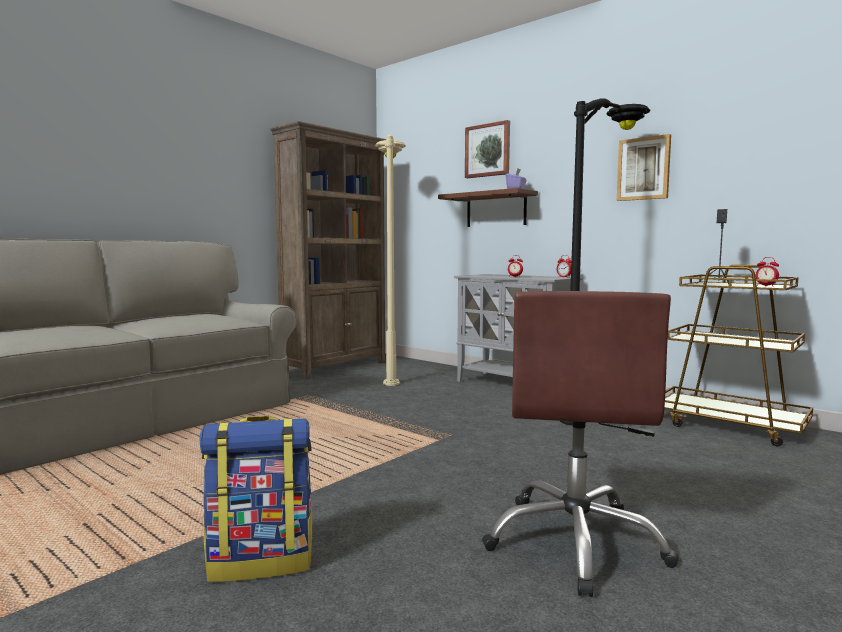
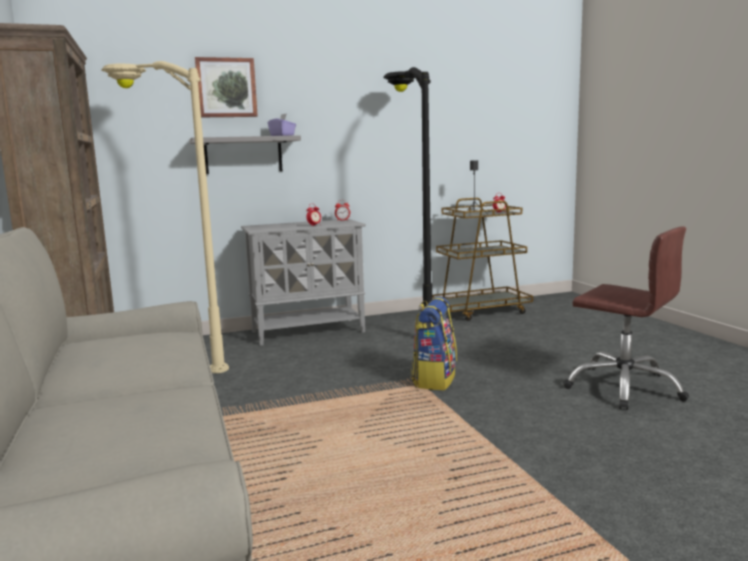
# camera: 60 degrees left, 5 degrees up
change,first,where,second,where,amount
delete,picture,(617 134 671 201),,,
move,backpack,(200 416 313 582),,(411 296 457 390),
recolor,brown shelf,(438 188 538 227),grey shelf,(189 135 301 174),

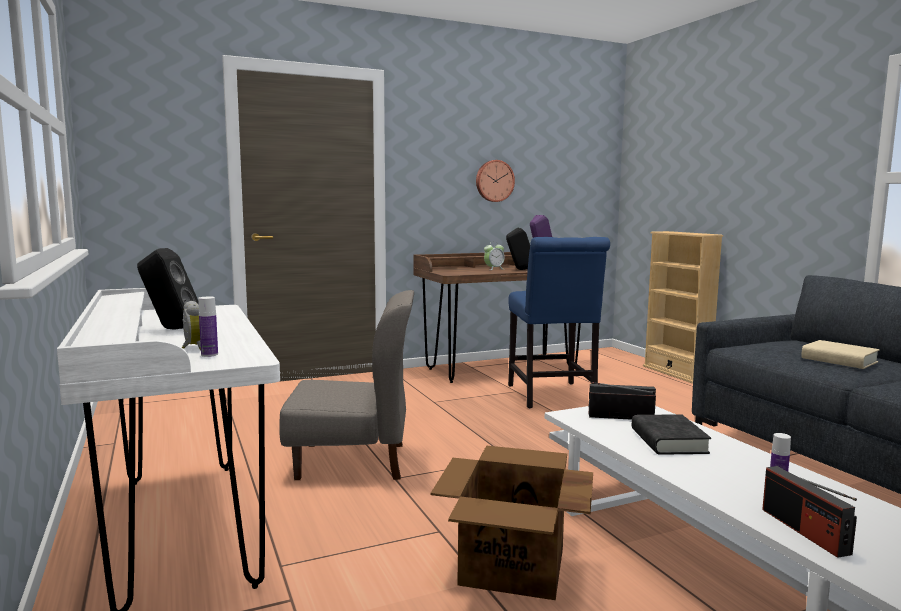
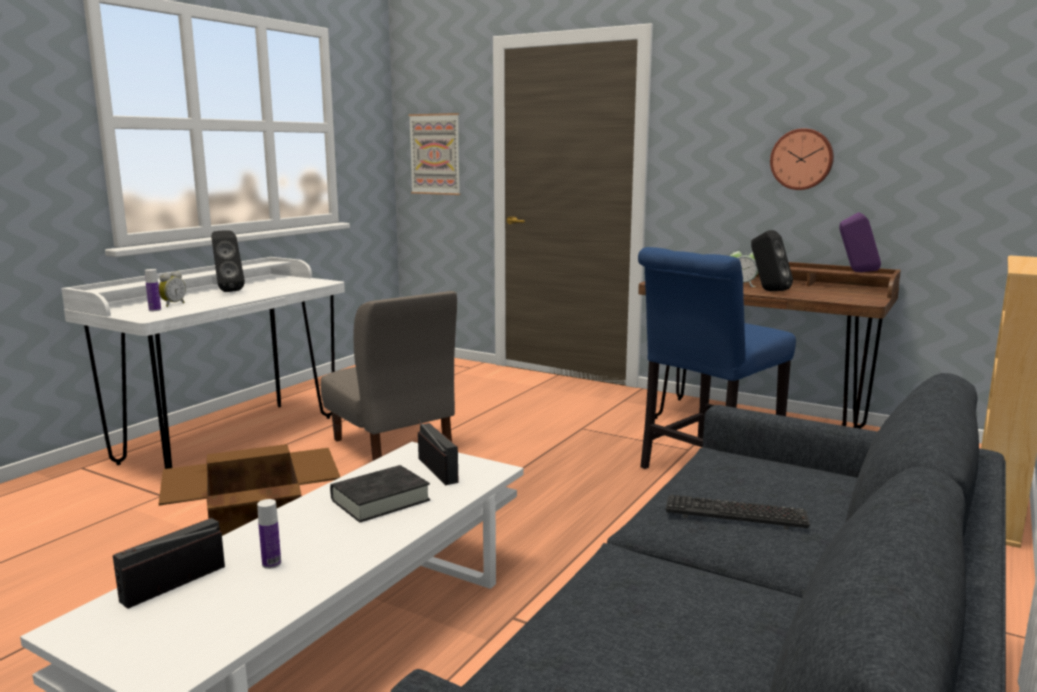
# camera: 55 degrees right, 5 degrees up
change,first,where,second,where,amount
insert,,,picture,(408 113 461 195),
replace,beige book,(801 340 880 369),keyboard,(666 495 810 530),

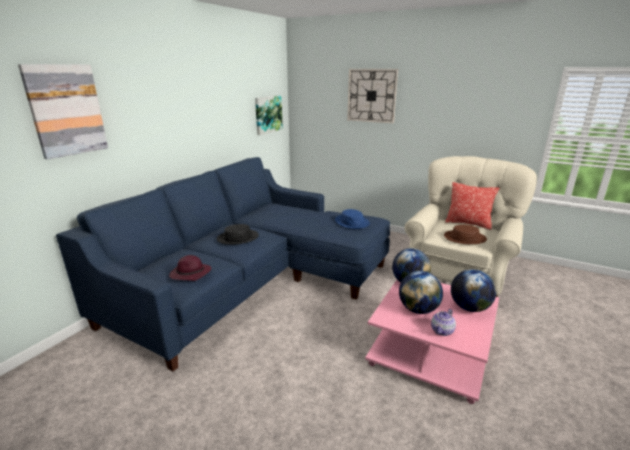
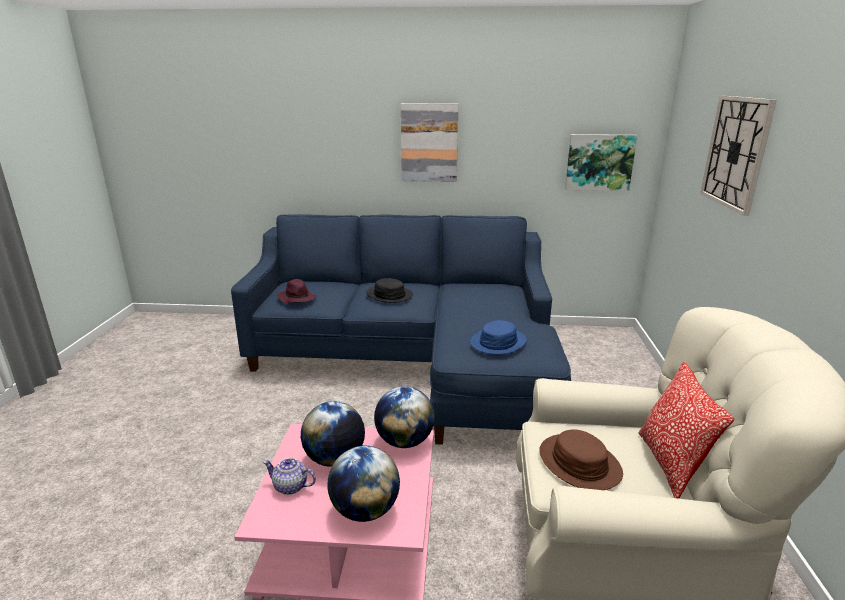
# camera: 65 degrees right, 0 degrees up
change,first,where,second,where,amount
move,picture,(18 64 108 159),,(401 103 459 182),

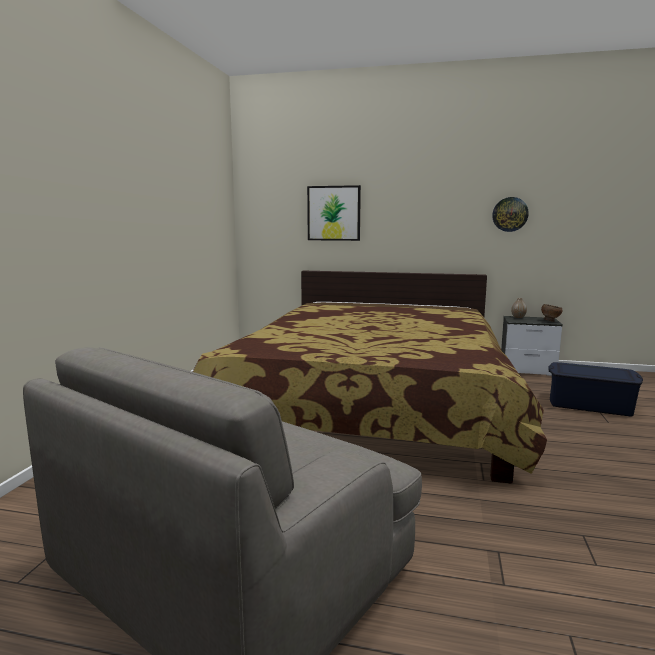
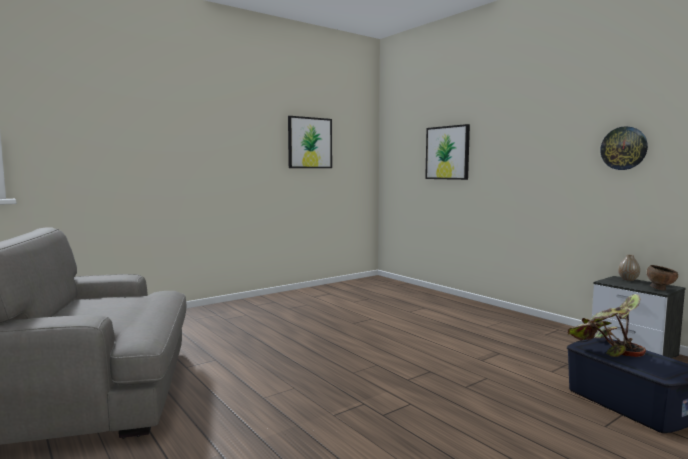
# camera: 40 degrees right, 5 degrees down
change,first,where,second,where,amount
delete,bed,(193 271 547 483),,,
insert,,,picture,(288 116 332 168),
insert,,,potted plant,(567 294 646 357),

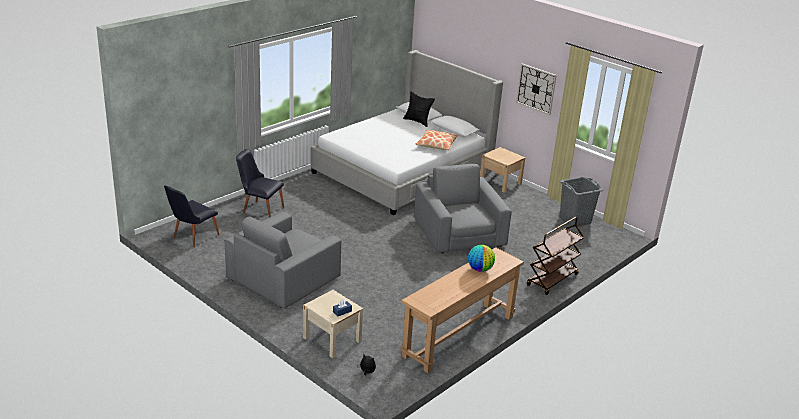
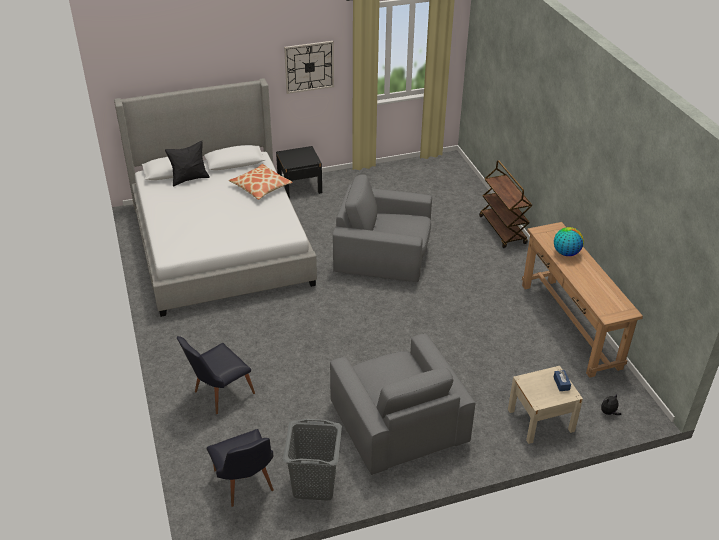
# camera: 60 degrees left, 10 degrees up
change,first,where,second,where,amount
move,grey laundry basket,(560 176 603 227),,(283 419 342 501),
recolor,beige nightstand,(480 147 525 193),black nightstand,(276 146 322 199),

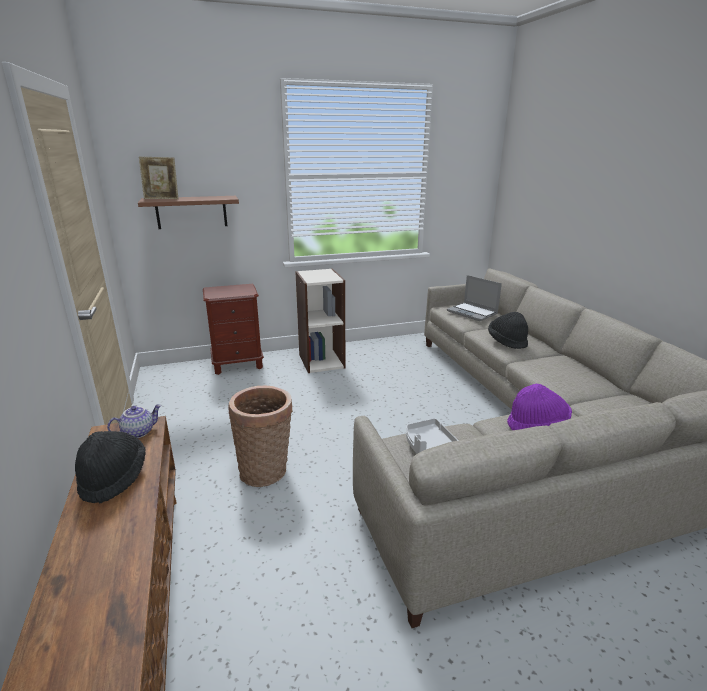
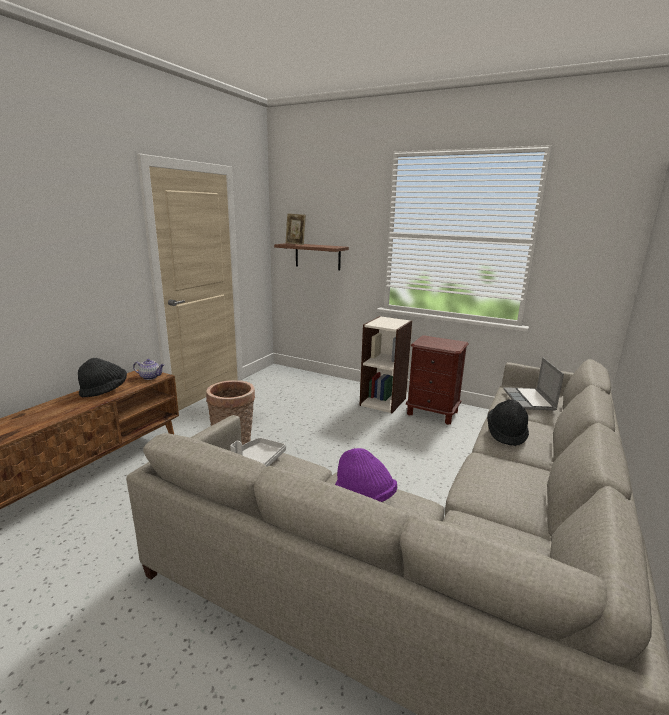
# camera: 45 degrees right, 5 degrees down
change,first,where,second,where,amount
move,brown nightstand,(203 284 264 375),,(406 335 469 425),

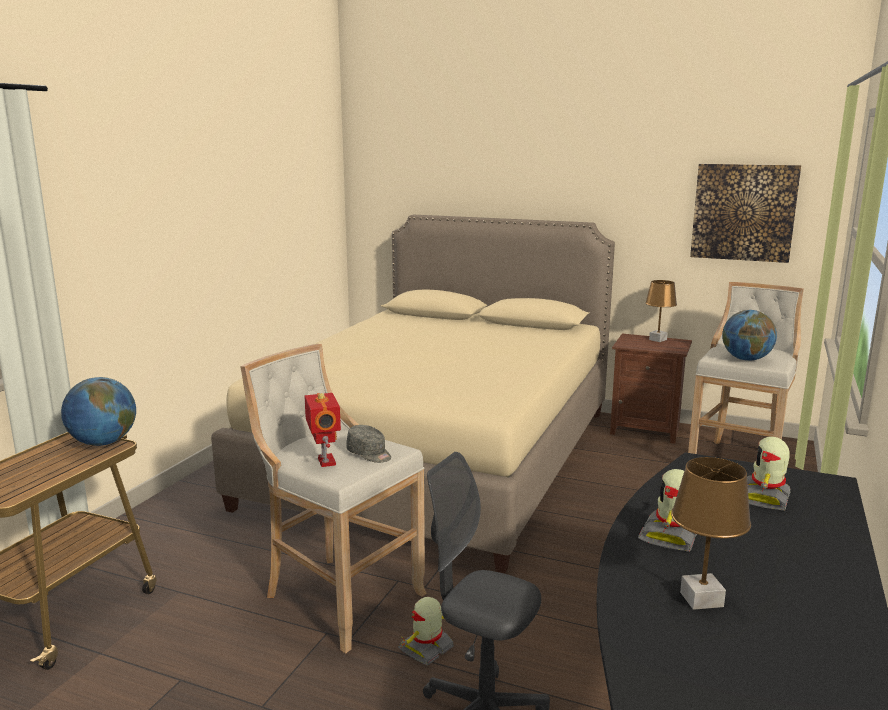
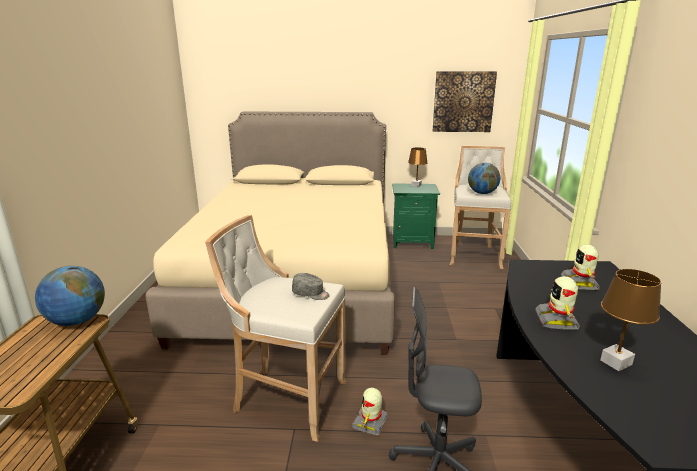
# camera: 20 degrees left, 5 degrees up
change,first,where,second,where,amount
delete,toy robot,(304 393 341 467),,,
recolor,brown nightstand,(610 334 692 444),green nightstand,(392 183 440 249),

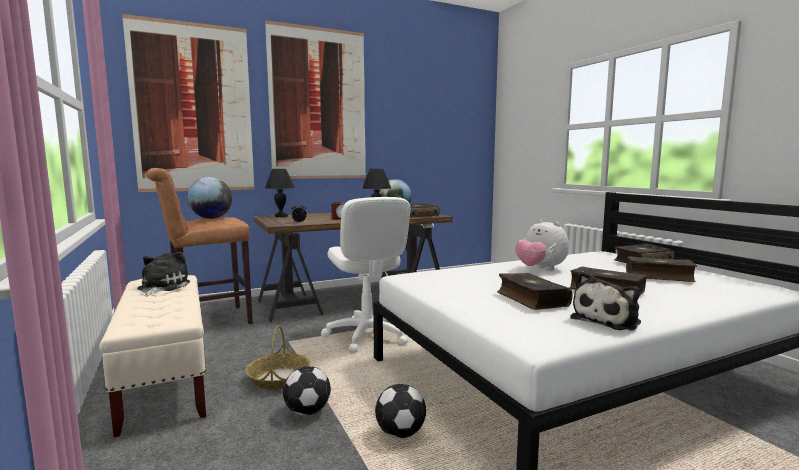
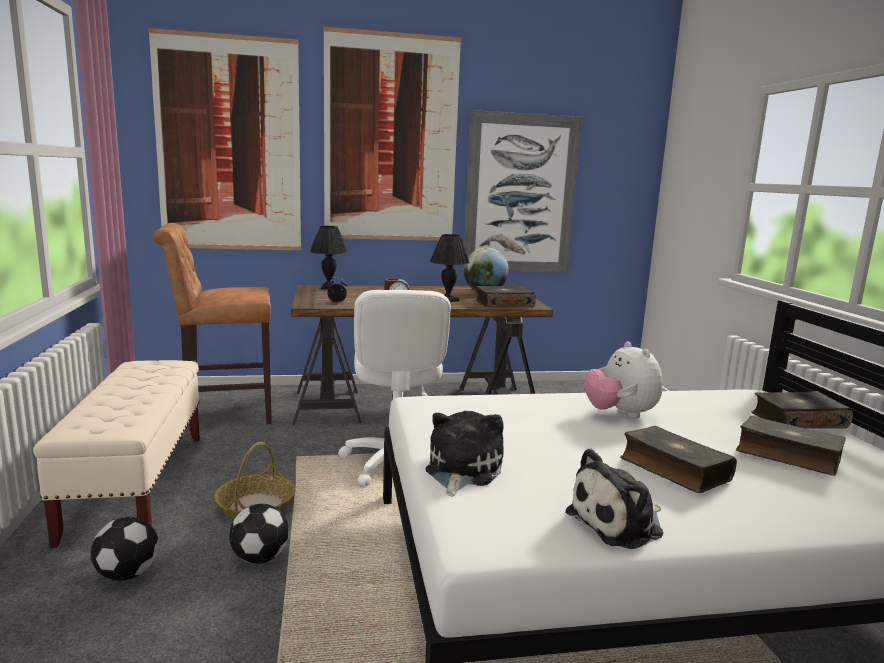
# camera: 15 degrees right, 5 degrees up
change,first,where,second,where,amount
delete,globe,(187 177 232 219),,,
delete,book,(497 273 573 310),,,
insert,,,picture,(463 110 582 273),
move,plush toy,(137 252 190 296),,(425 411 504 497),
move,football,(375 384 426 438),,(91 517 159 581),

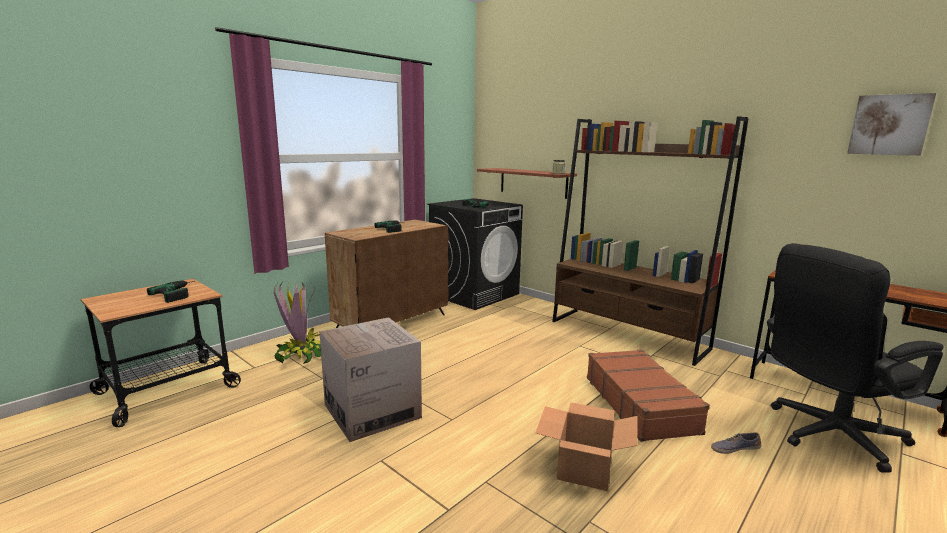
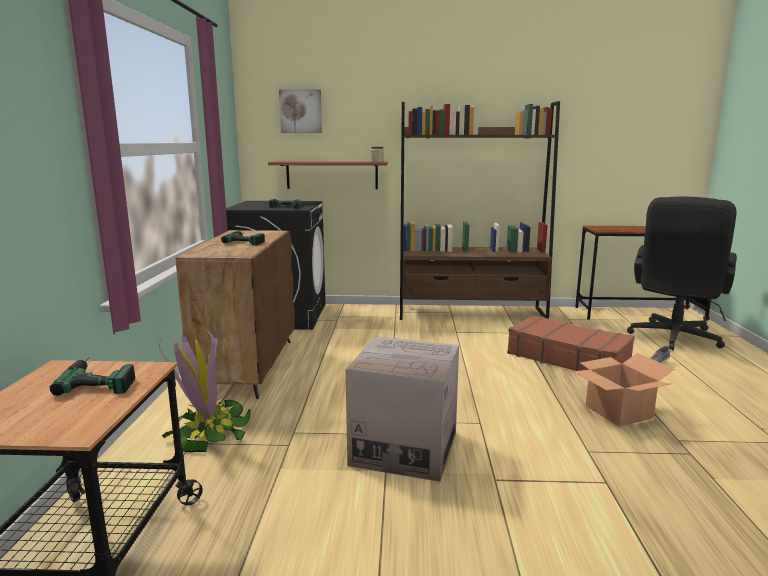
# camera: 40 degrees left, 0 degrees up
change,first,where,second,where,amount
move,picture,(847 93 936 156),,(279 89 322 133),

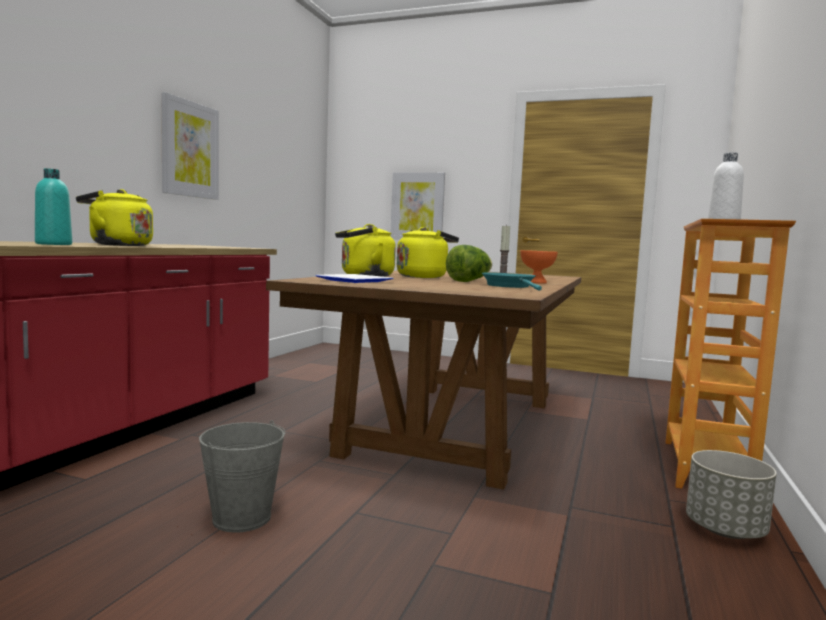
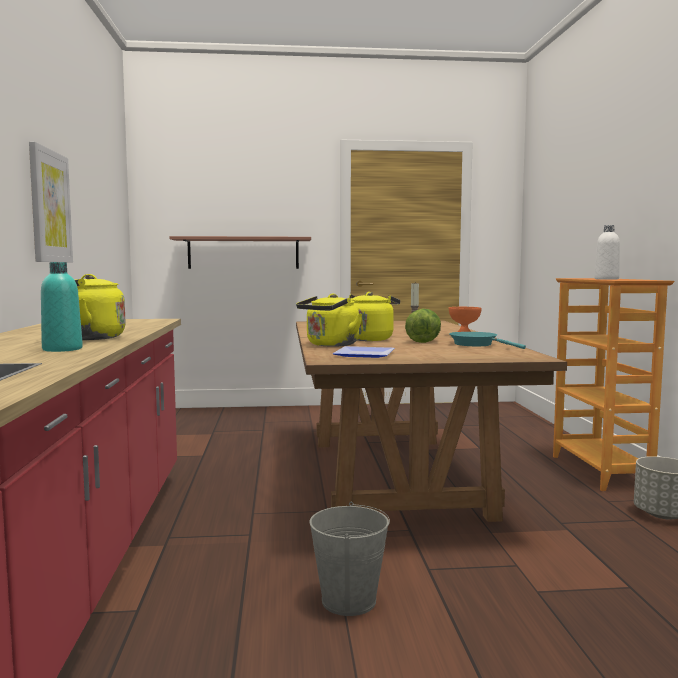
# camera: 25 degrees left, 0 degrees up
change,first,where,second,where,amount
replace,picture,(391 172 445 240),shelf,(170 236 311 269),

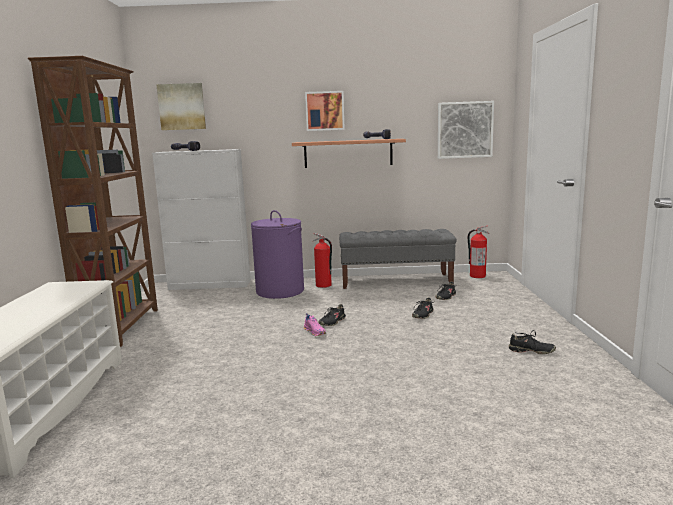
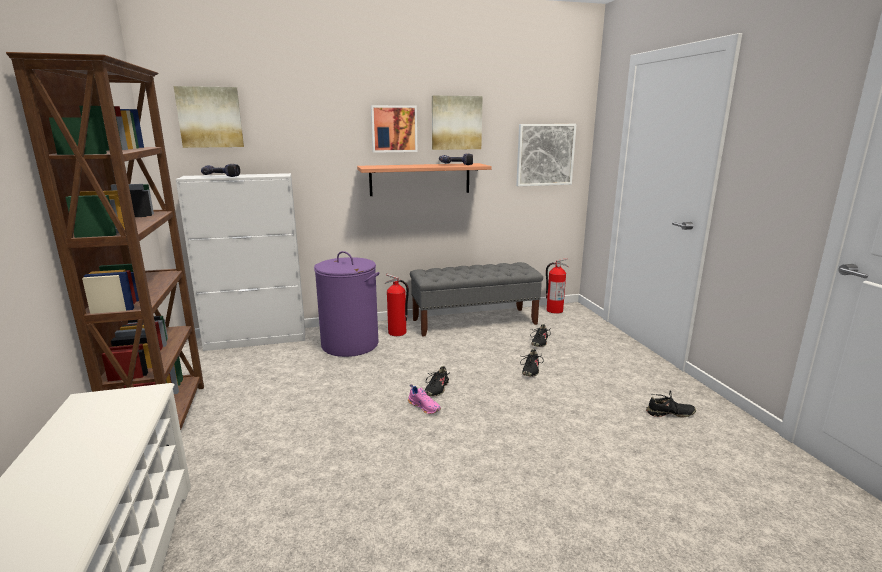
# camera: 15 degrees left, 5 degrees up
change,first,where,second,where,amount
insert,,,picture,(432 96 483 150),

